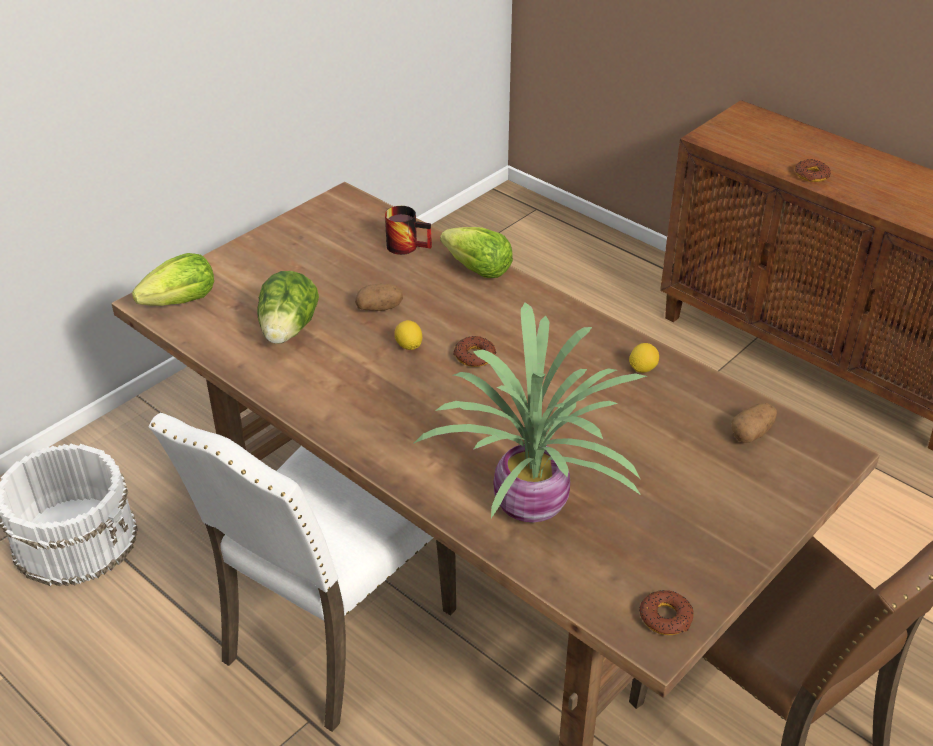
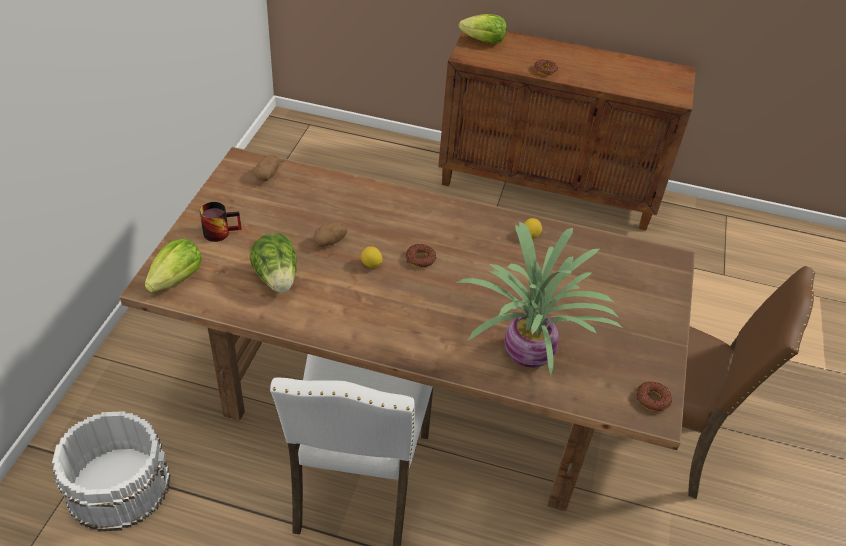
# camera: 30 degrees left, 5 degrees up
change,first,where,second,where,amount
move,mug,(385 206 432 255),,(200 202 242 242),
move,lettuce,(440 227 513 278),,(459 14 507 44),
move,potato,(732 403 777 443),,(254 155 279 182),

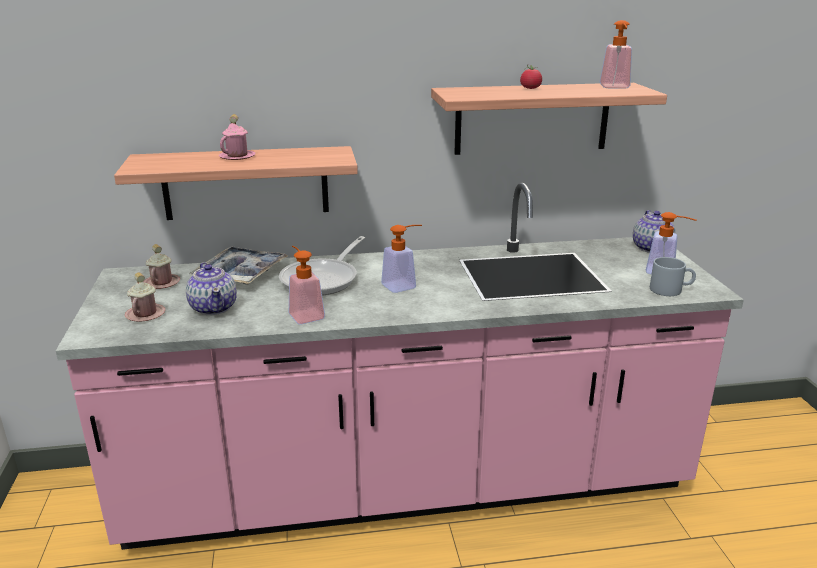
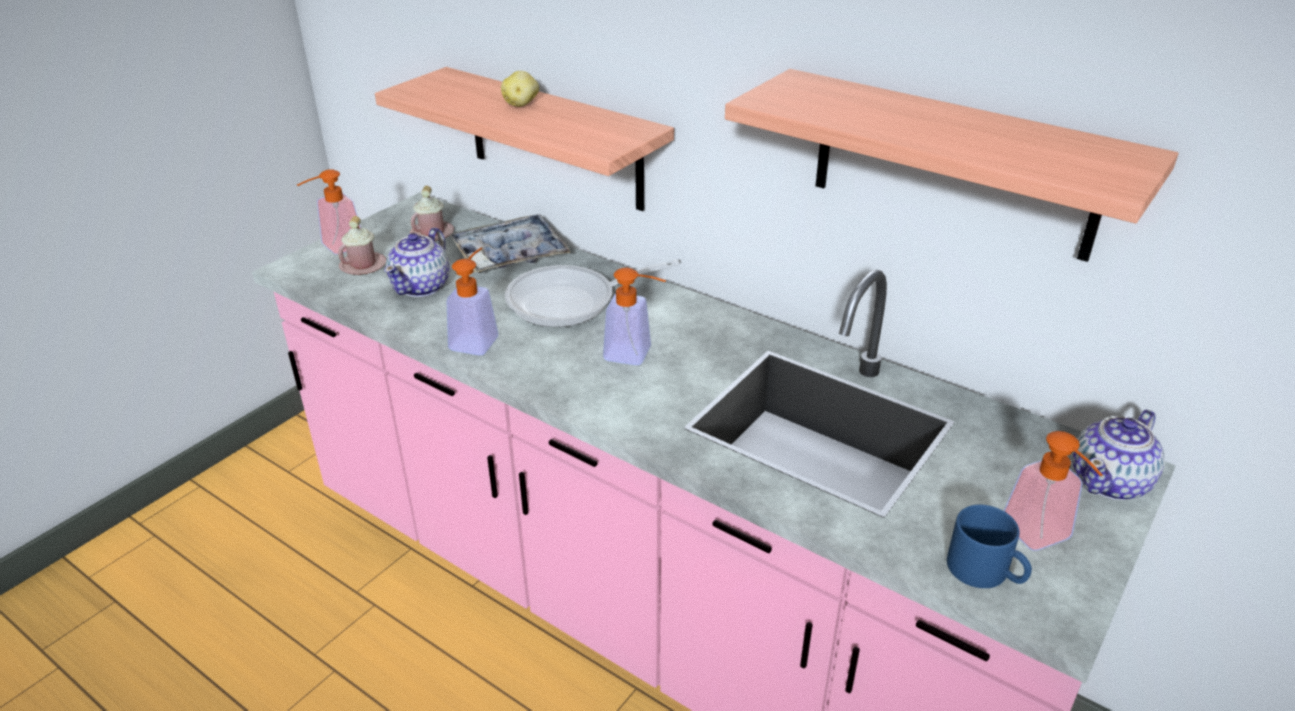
# camera: 45 degrees right, 10 degrees up
change,first,where,second,where,amount
delete,tomato,(520 65 542 89),,,
move,soap dispenser,(600 20 632 89),,(297 169 361 255),
replace,pink mug,(219 114 256 160),potato,(501 71 539 107),
recolor,grey mug,(650 257 696 296),blue mug,(947 505 1032 588),

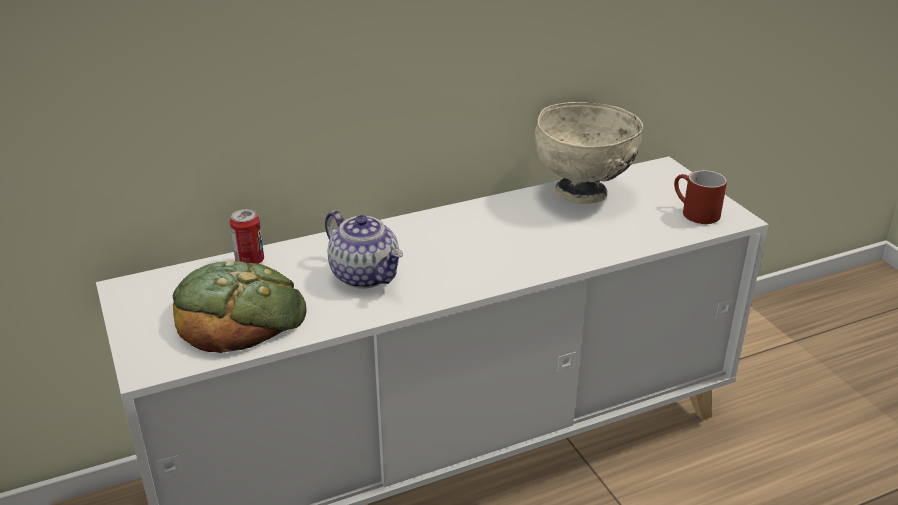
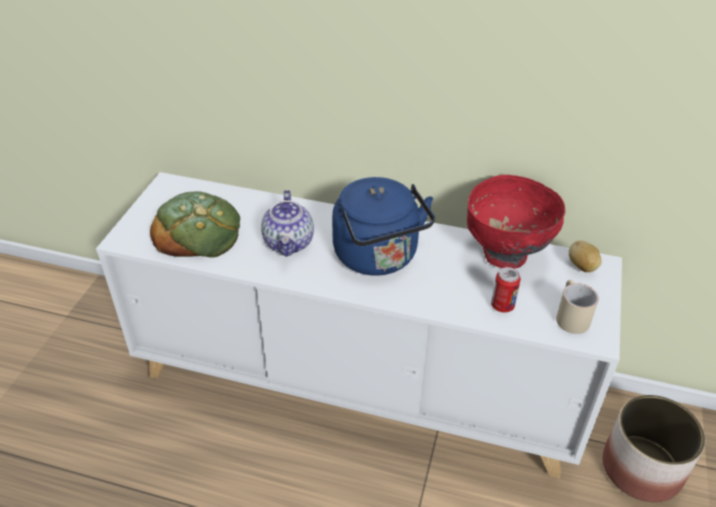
# camera: 40 degrees right, 10 degrees up
change,first,where,second,where,amount
insert,,,blue kettle,(332 177 435 276),
insert,,,potato,(568 241 601 272),
insert,,,planter,(603 395 705 502),
move,can,(230 209 264 264),,(491 267 521 313),
recolor,beige bowl,(535 102 643 204),red bowl,(467 175 565 269),
recolor,red mug,(674 170 727 224),beige mug,(556 280 599 334),

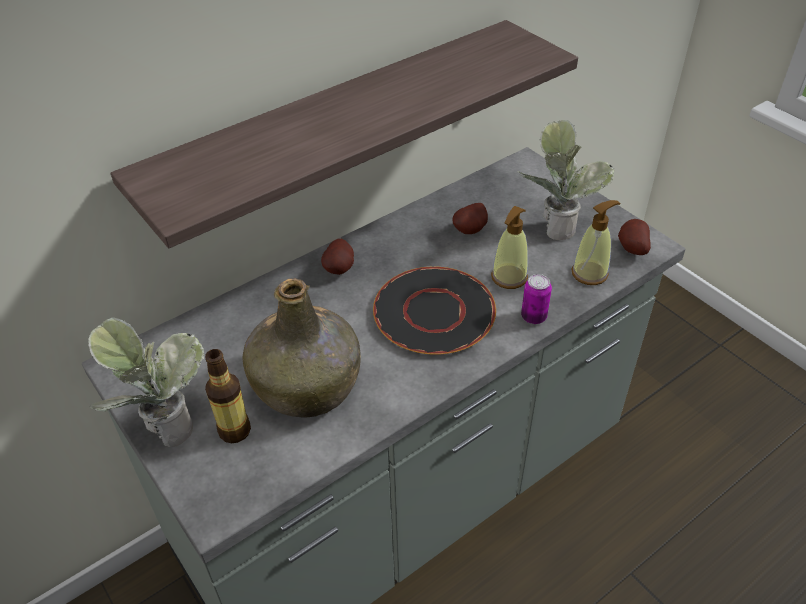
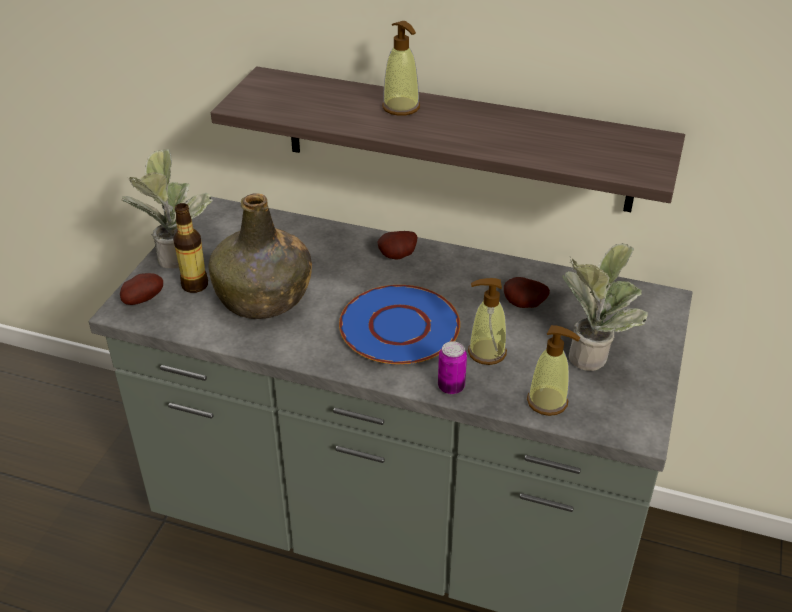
# camera: 55 degrees right, 5 degrees down
change,first,where,second,where,amount
insert,,,soap dispenser,(382 21 420 116),
move,potato,(618 219 651 255),,(120 273 163 305),
recolor,black plate,(373 267 496 355),blue plate,(339 285 460 365),

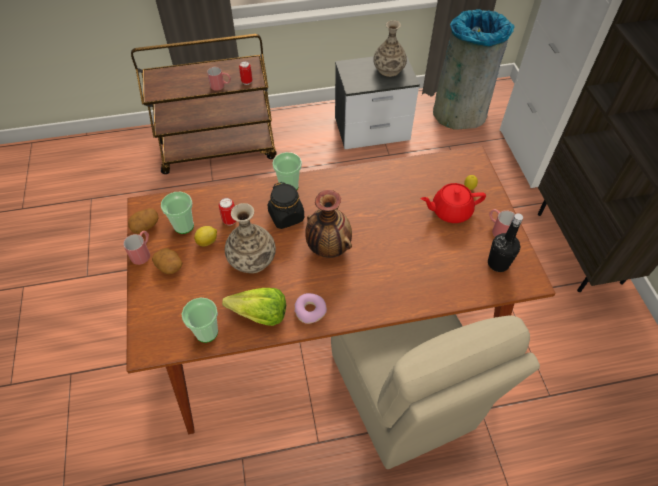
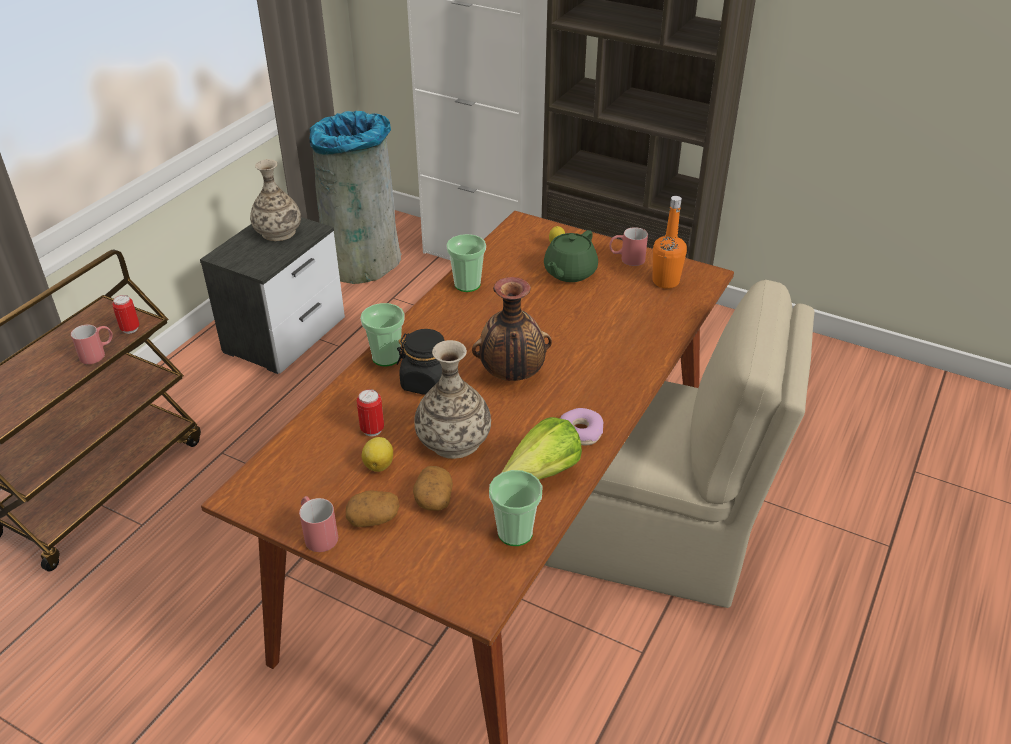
# camera: 50 degrees left, 15 degrees down
change,first,where,second,where,amount
move,potato,(128 208 159 234),,(413 466 453 511),
move,cup,(161 192 194 234),,(446 234 486 292),
recolor,red teapot,(421 183 486 223),green teapot,(544 230 598 282),
recolor,black bottle,(488 213 523 272),orange bottle,(653 196 687 289),

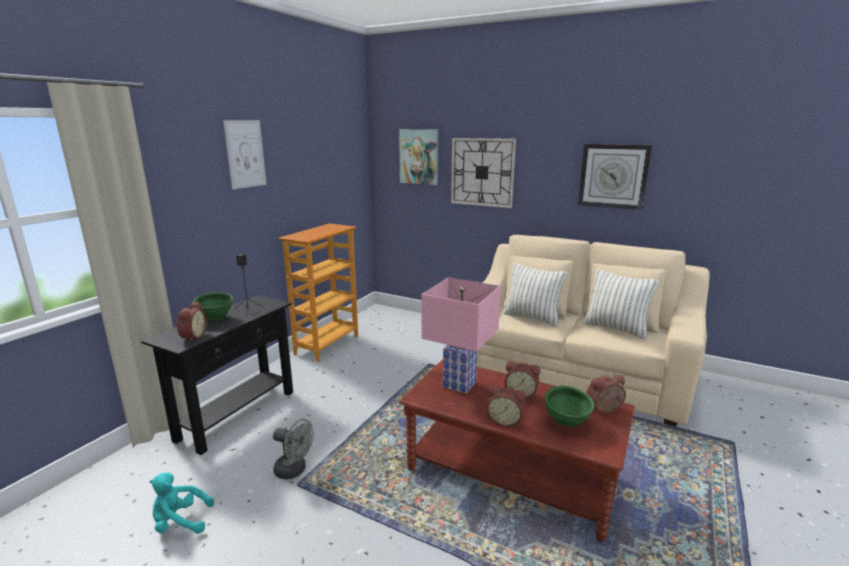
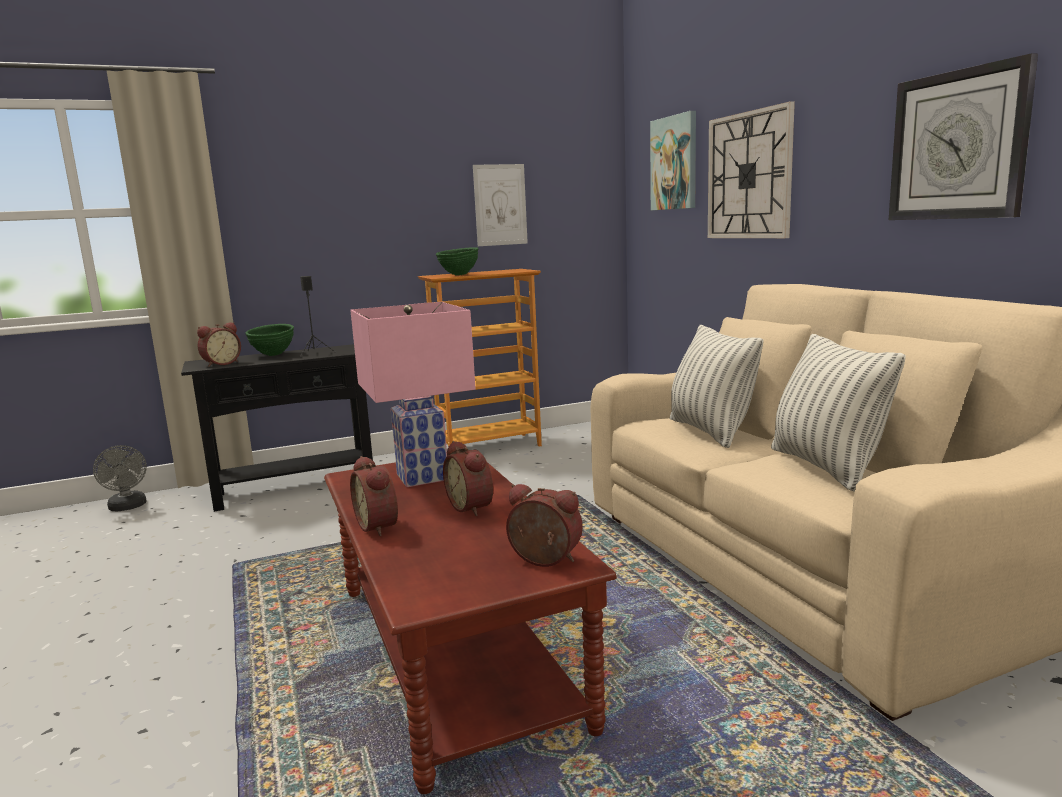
# camera: 40 degrees right, 5 degrees down
change,first,where,second,where,amount
delete,turquoise plush toy,(150 472 214 534),,,
move,picture,(223 120 267 189),,(473 164 528 246),
move,grey fan,(273 419 314 479),,(93 445 147 511),
move,green bowl,(545 386 595 427),,(436 247 478 276),

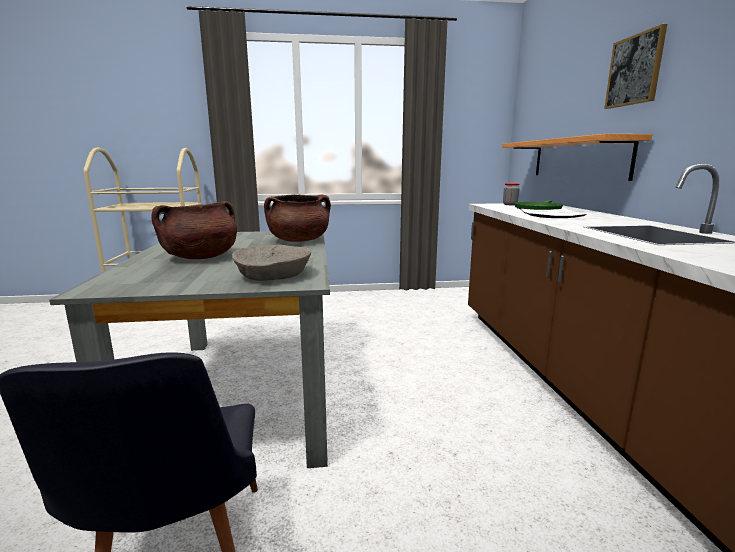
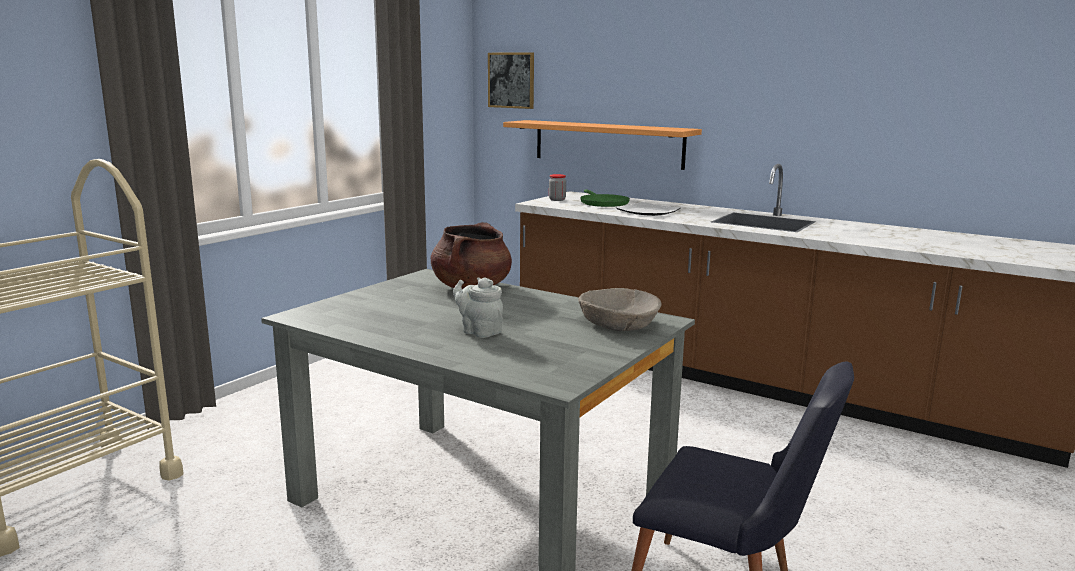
# camera: 50 degrees left, 0 degrees up
change,first,where,second,where,amount
move,picture,(604 24 667 109),,(488 52 534 109),
replace,brown cooking pot,(151 201 237 259),grey teapot,(453 277 503 338),

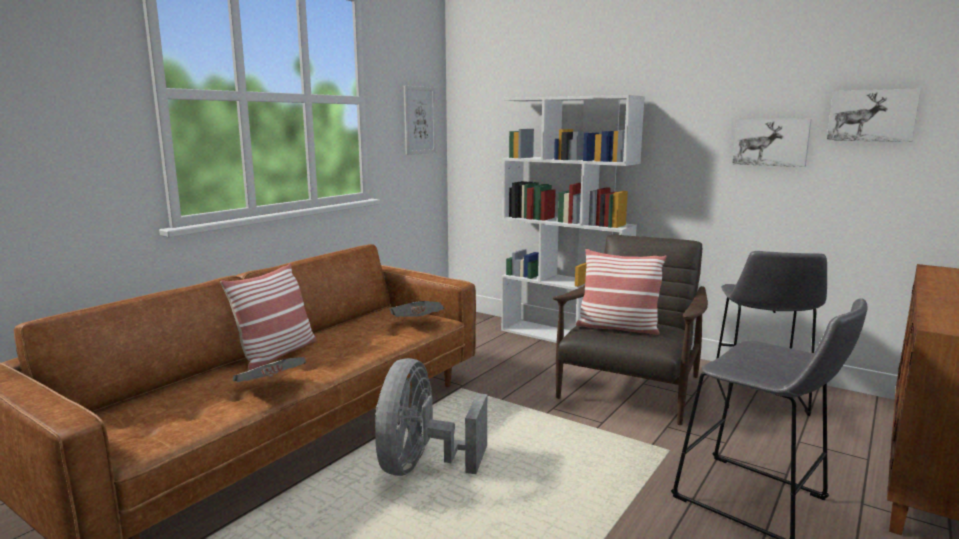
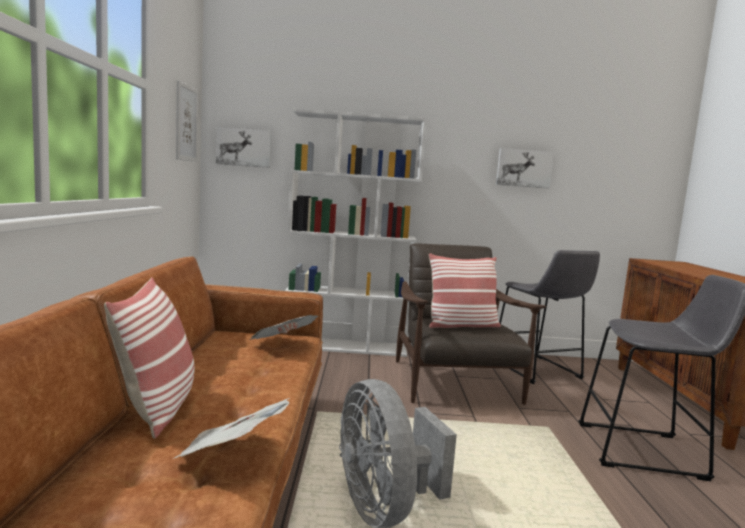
# camera: 35 degrees left, 5 degrees down
change,first,where,second,where,amount
move,picture,(827 89 921 142),,(216 127 271 168),

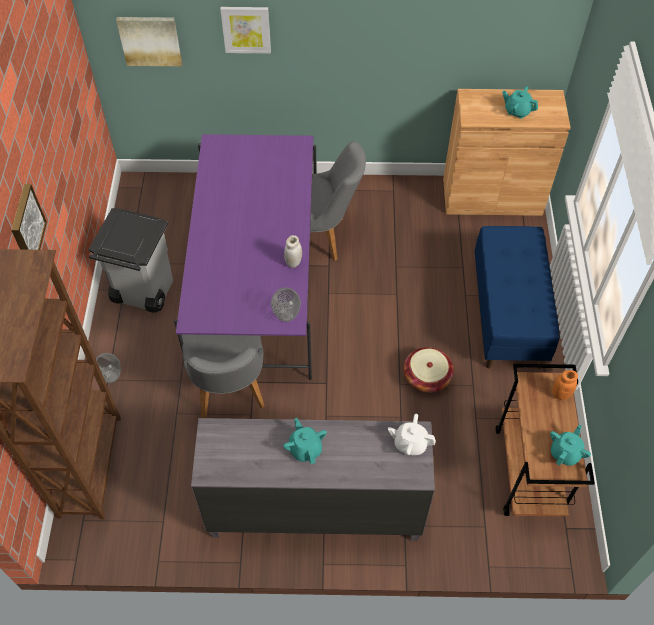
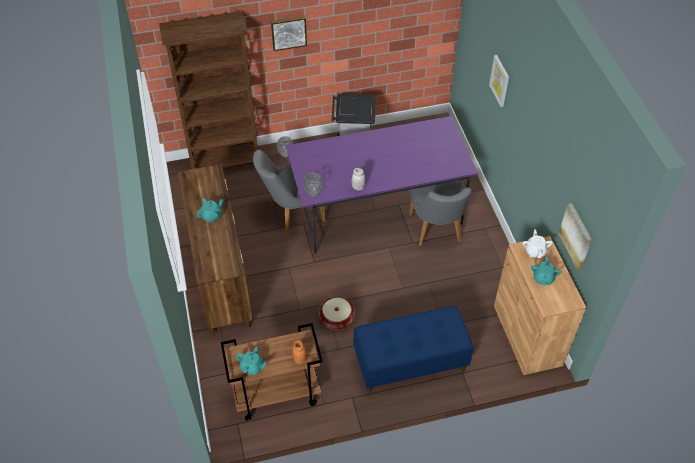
# camera: 75 degrees right, 5 degrees down
change,first,where,second,where,amount
move,picture,(116 17 182 66),,(558 203 592 270),
move,white teapot,(388 414 436 455),,(523 229 553 258),
recolor,grey dresser,(191 418 435 541),brown dresser,(178 164 253 335),

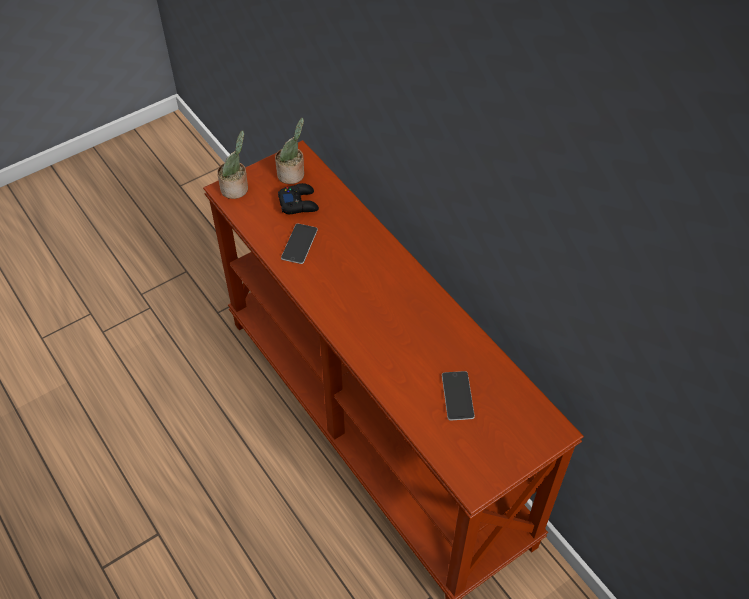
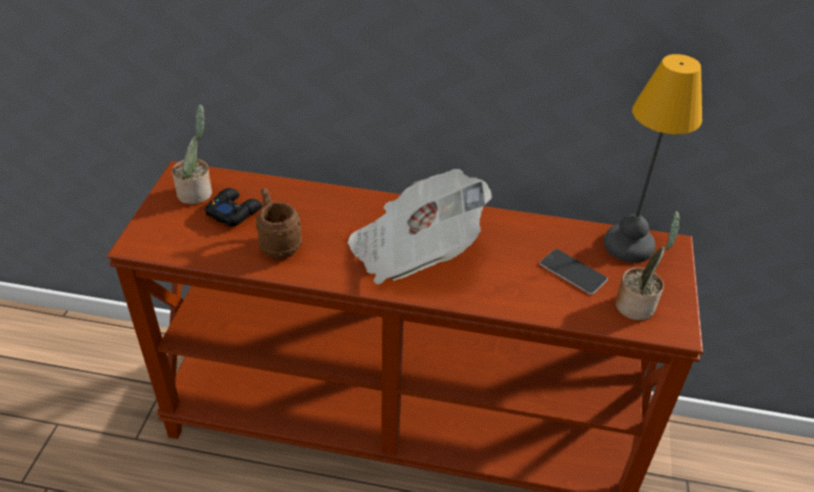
# camera: 45 degrees left, 10 degrees down
change,first,where,second,where,amount
insert,,,newspaper,(348 169 492 285),
insert,,,table lamp,(603 54 702 263),
move,potted plant,(217 131 248 199),,(615 211 680 321),
replace,phone,(281 224 318 264),brown mug,(256 188 302 259),

